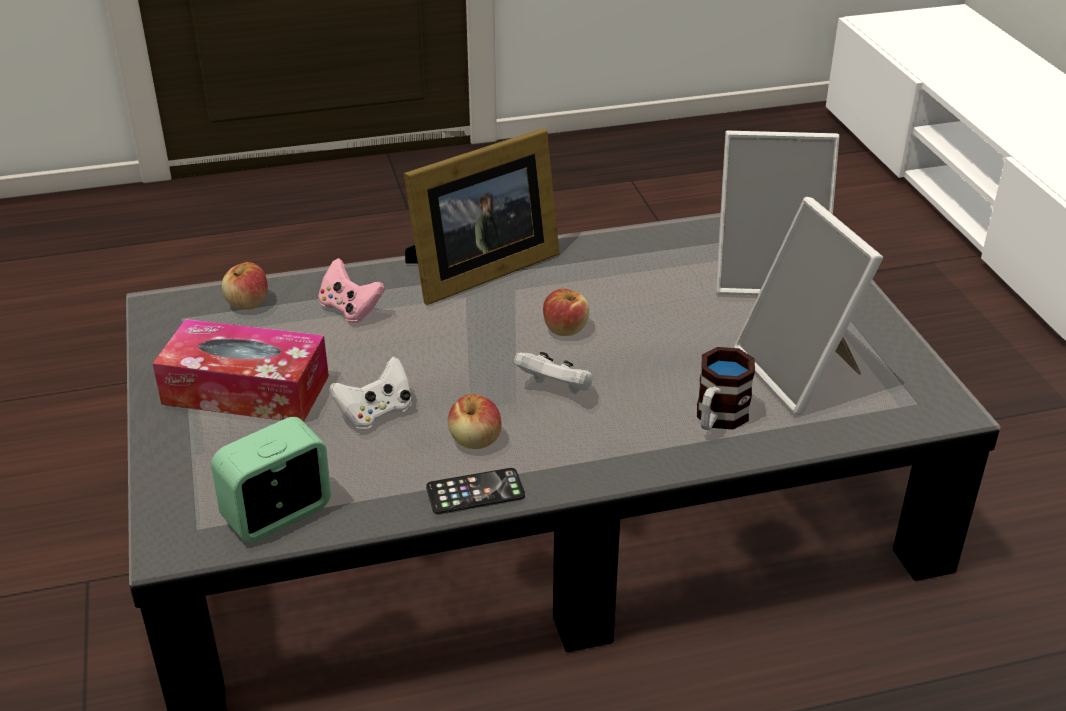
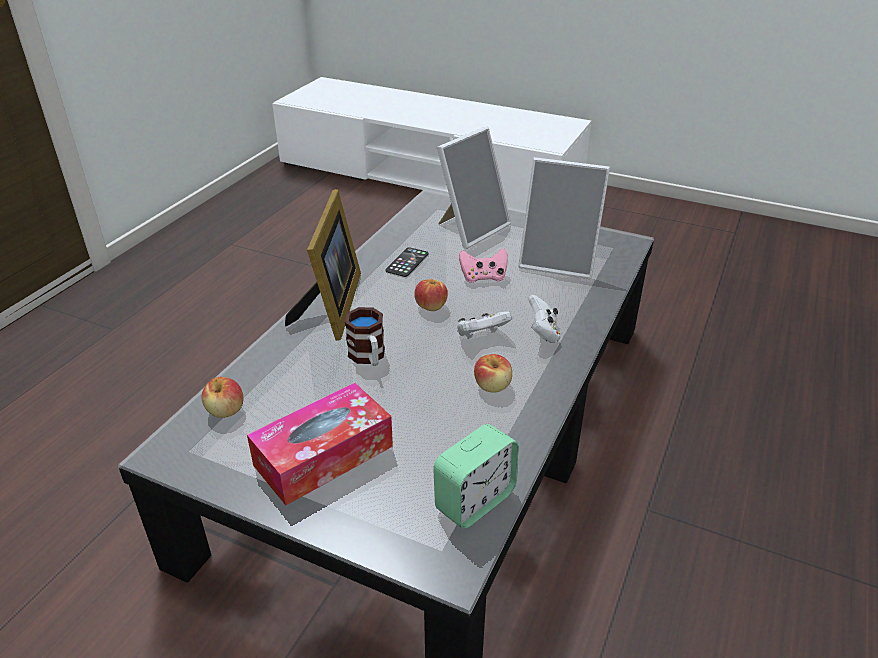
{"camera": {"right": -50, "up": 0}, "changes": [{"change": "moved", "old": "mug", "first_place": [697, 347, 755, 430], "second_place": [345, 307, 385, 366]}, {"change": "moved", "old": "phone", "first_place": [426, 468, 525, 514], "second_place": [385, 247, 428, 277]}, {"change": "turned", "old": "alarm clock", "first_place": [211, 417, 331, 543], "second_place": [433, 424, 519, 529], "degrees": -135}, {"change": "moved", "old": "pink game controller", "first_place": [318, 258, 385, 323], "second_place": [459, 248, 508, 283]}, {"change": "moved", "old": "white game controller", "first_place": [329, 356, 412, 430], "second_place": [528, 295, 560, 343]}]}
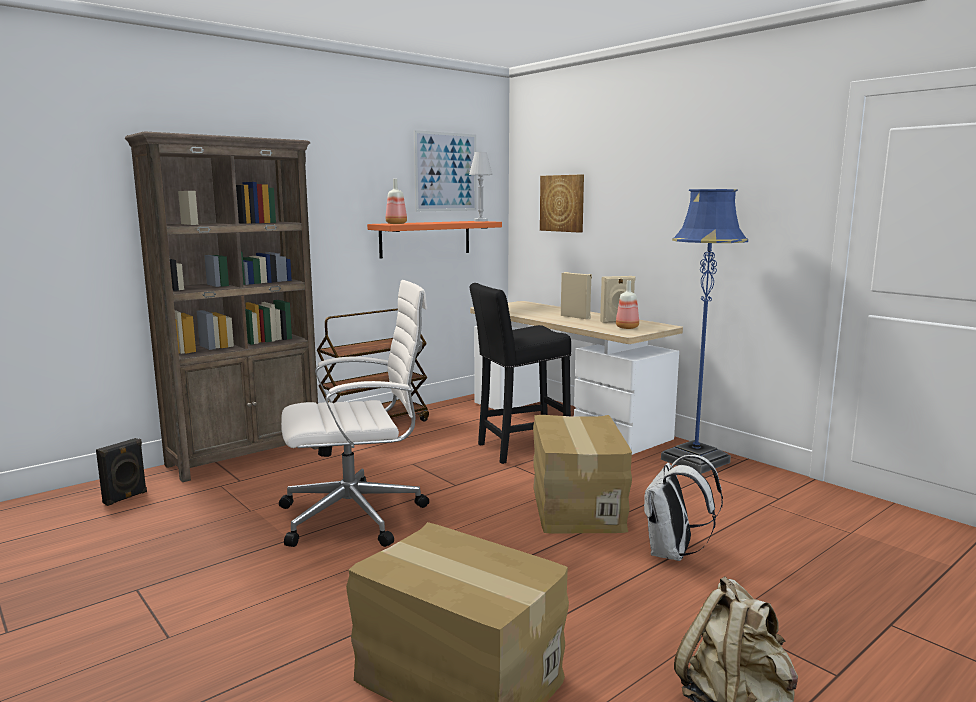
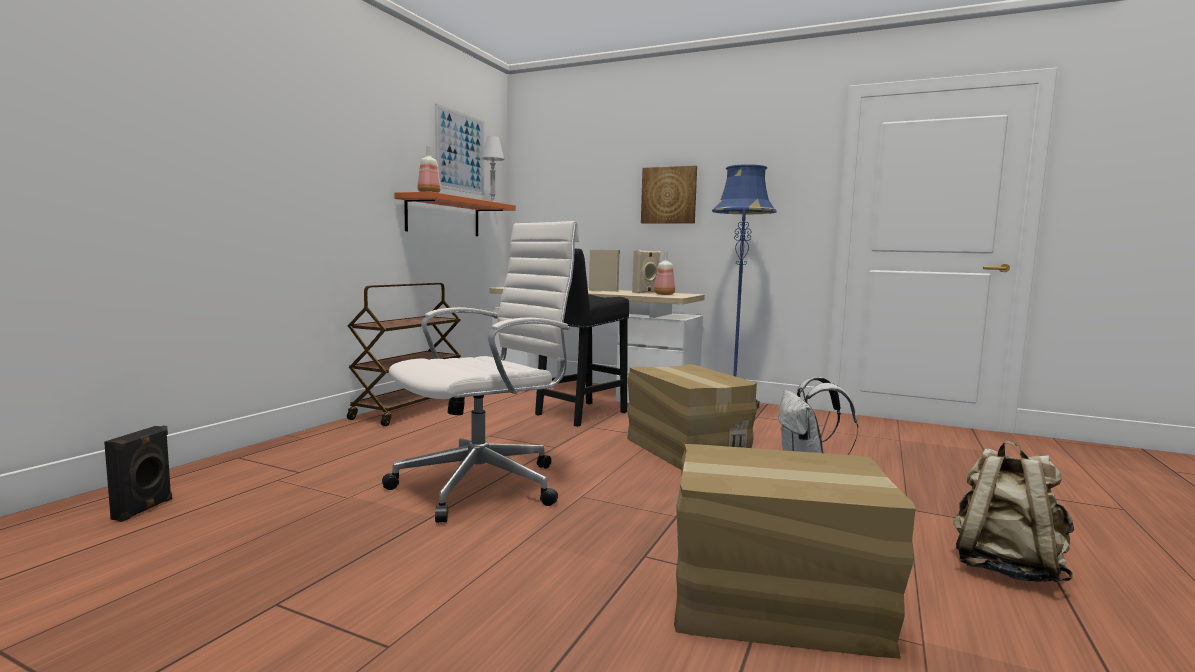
{"camera": {"right": -25, "up": -5}, "changes": [{"change": "moved", "old": "picture", "first_place": [540, 174, 584, 233], "second_place": [641, 165, 697, 223]}, {"change": "removed", "old": "brown bookcase", "first_place": [125, 131, 319, 482]}]}
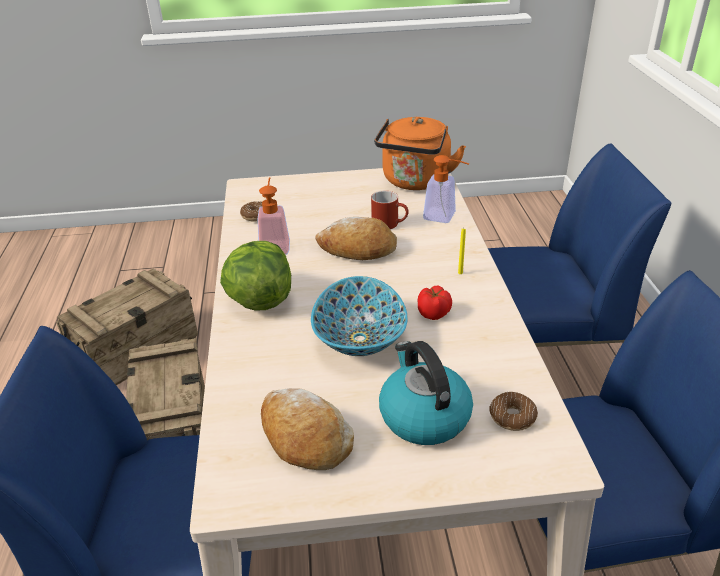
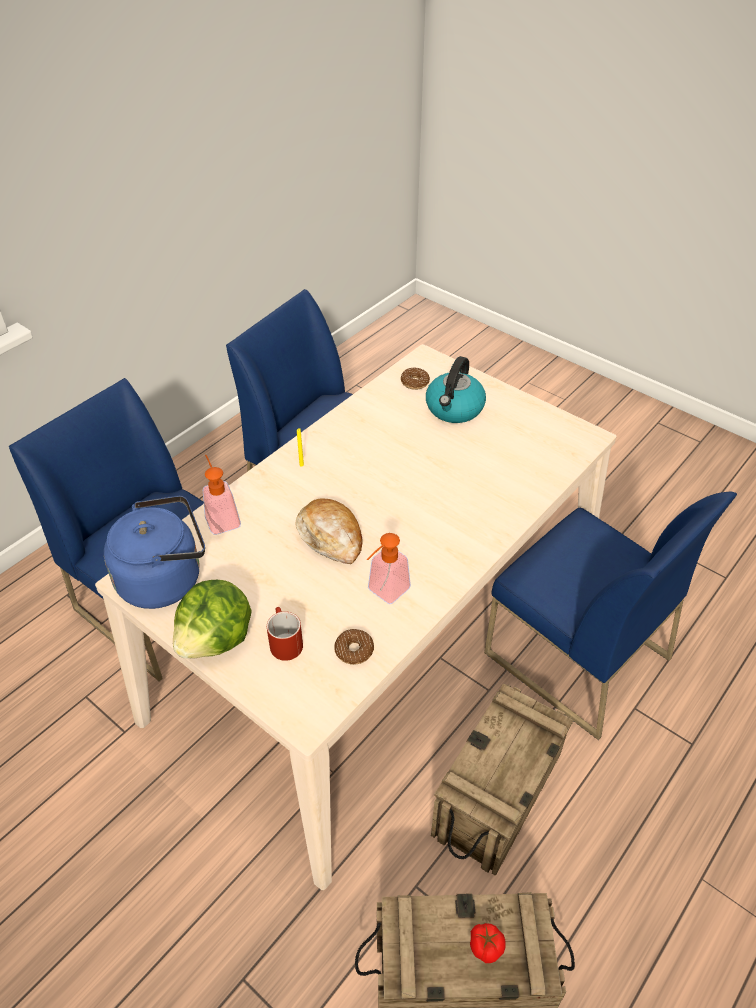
{"camera": {"right": -135, "up": 10}, "changes": [{"change": "recoloured", "old": "orange kettle", "new": "blue kettle", "first_place": [374, 117, 466, 190], "second_place": [104, 495, 205, 609]}, {"change": "moved", "old": "lettuce", "first_place": [220, 241, 291, 311], "second_place": [173, 580, 252, 659]}, {"change": "moved", "old": "red mug", "first_place": [371, 191, 409, 229], "second_place": [267, 607, 303, 661]}, {"change": "moved", "old": "tomato", "first_place": [418, 285, 452, 320], "second_place": [470, 923, 505, 963]}, {"change": "removed", "old": "bread", "first_place": [261, 388, 354, 470]}, {"change": "removed", "old": "bowl", "first_place": [311, 276, 408, 356]}]}
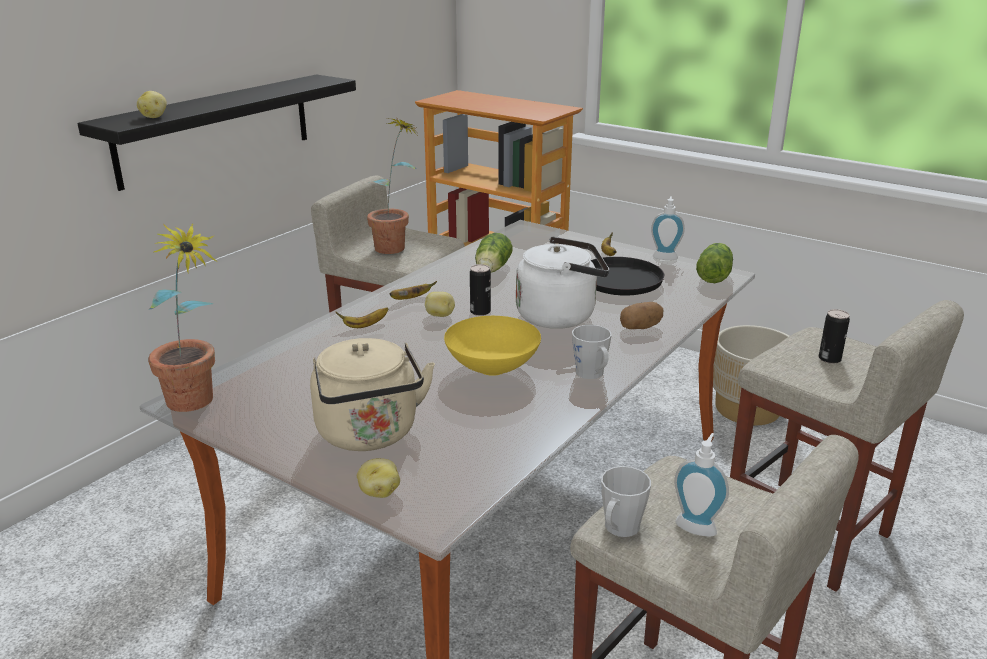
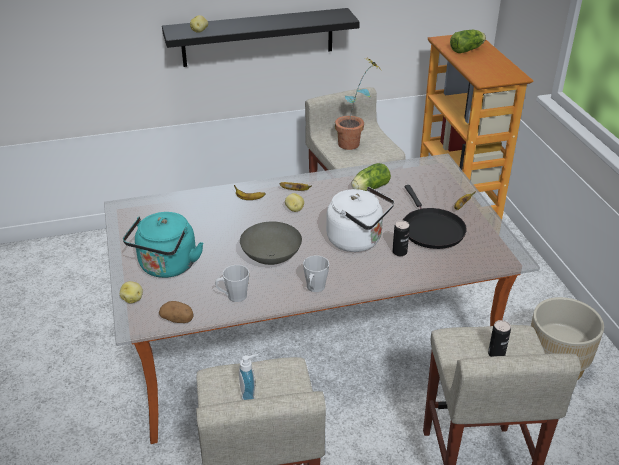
{"camera": {"right": 40, "up": 10}, "changes": [{"change": "recoloured", "old": "beige kettle", "new": "turquoise kettle", "first_place": [310, 338, 435, 451], "second_place": [123, 212, 204, 278]}, {"change": "moved", "old": "potato", "first_place": [620, 302, 663, 329], "second_place": [159, 301, 194, 323]}, {"change": "moved", "old": "grey mug", "first_place": [601, 466, 651, 537], "second_place": [215, 265, 249, 302]}, {"change": "recoloured", "old": "yellow bowl", "new": "grey bowl", "first_place": [444, 316, 541, 376], "second_place": [240, 222, 302, 265]}, {"change": "moved", "old": "can", "first_place": [470, 264, 491, 316], "second_place": [392, 220, 410, 256]}, {"change": "moved", "old": "lettuce", "first_place": [696, 243, 733, 283], "second_place": [450, 30, 486, 53]}, {"change": "removed", "old": "potted plant", "first_place": [148, 223, 217, 412]}, {"change": "removed", "old": "soap dispenser", "first_place": [651, 196, 685, 260]}]}
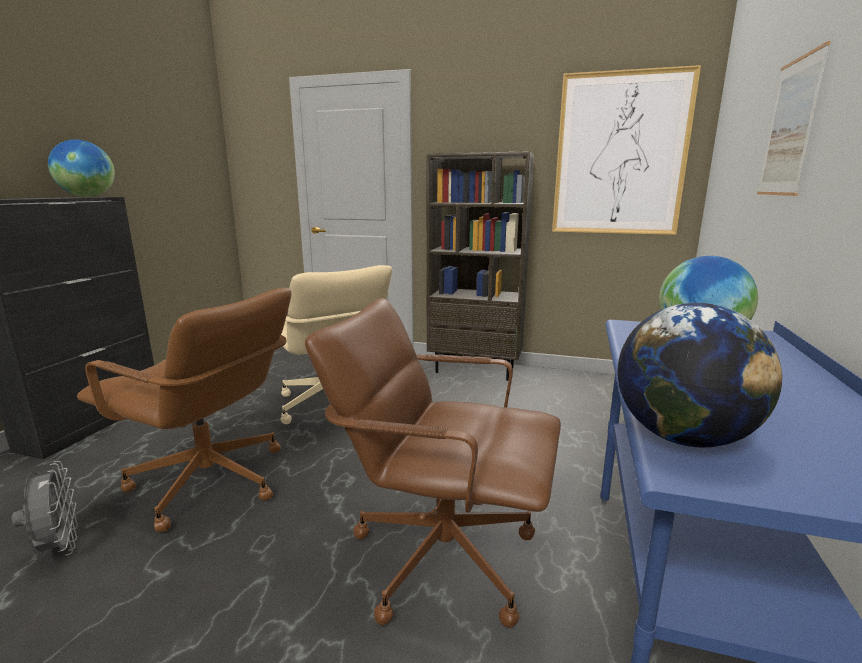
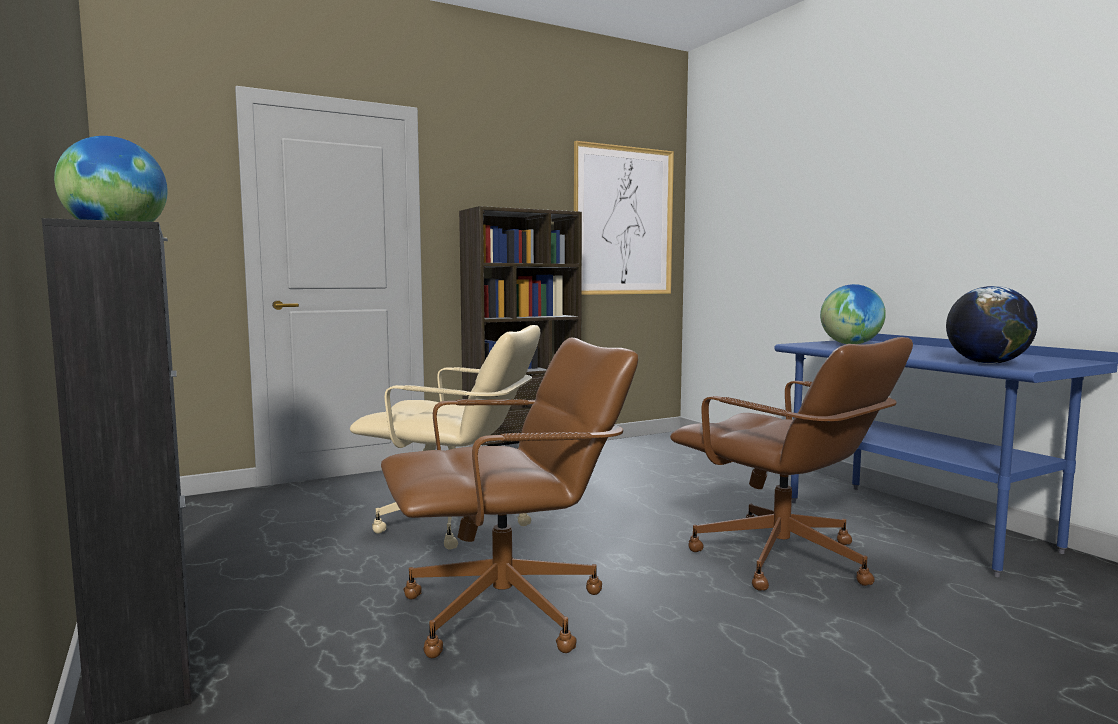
{"camera": {"right": -45, "up": -10}, "changes": [{"change": "turned", "old": "brown office chair", "first_place": [305, 298, 561, 628], "second_place": [670, 337, 913, 591], "degrees": -105}, {"change": "removed", "old": "grey fan", "first_place": [12, 461, 78, 557]}, {"change": "removed", "old": "picture", "first_place": [757, 41, 831, 196]}]}
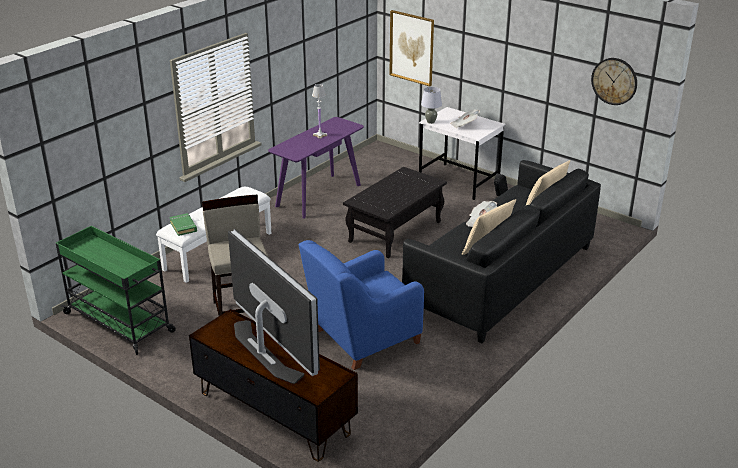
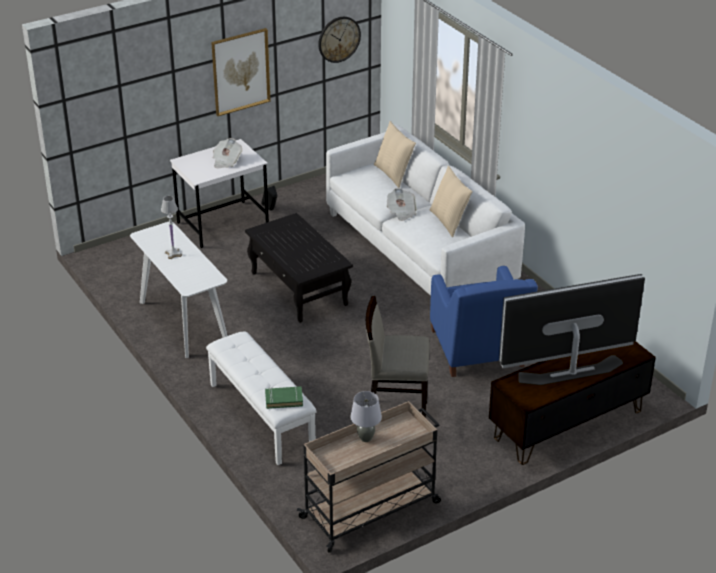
{"camera": {"right": -70, "up": 5}, "changes": [{"change": "recoloured", "old": "purple console table", "new": "white console table", "first_place": [268, 117, 364, 219], "second_place": [130, 222, 228, 358]}, {"change": "moved", "old": "picture", "first_place": [390, 10, 434, 86], "second_place": [211, 28, 271, 116]}, {"change": "recoloured", "old": "green cart", "new": "beige cart", "first_place": [56, 226, 176, 355], "second_place": [297, 401, 441, 553]}, {"change": "recoloured", "old": "black sofa", "new": "white sofa", "first_place": [402, 160, 601, 343], "second_place": [326, 124, 525, 296]}, {"change": "moved", "old": "grey table lamp", "first_place": [421, 87, 442, 124], "second_place": [350, 391, 382, 442]}]}
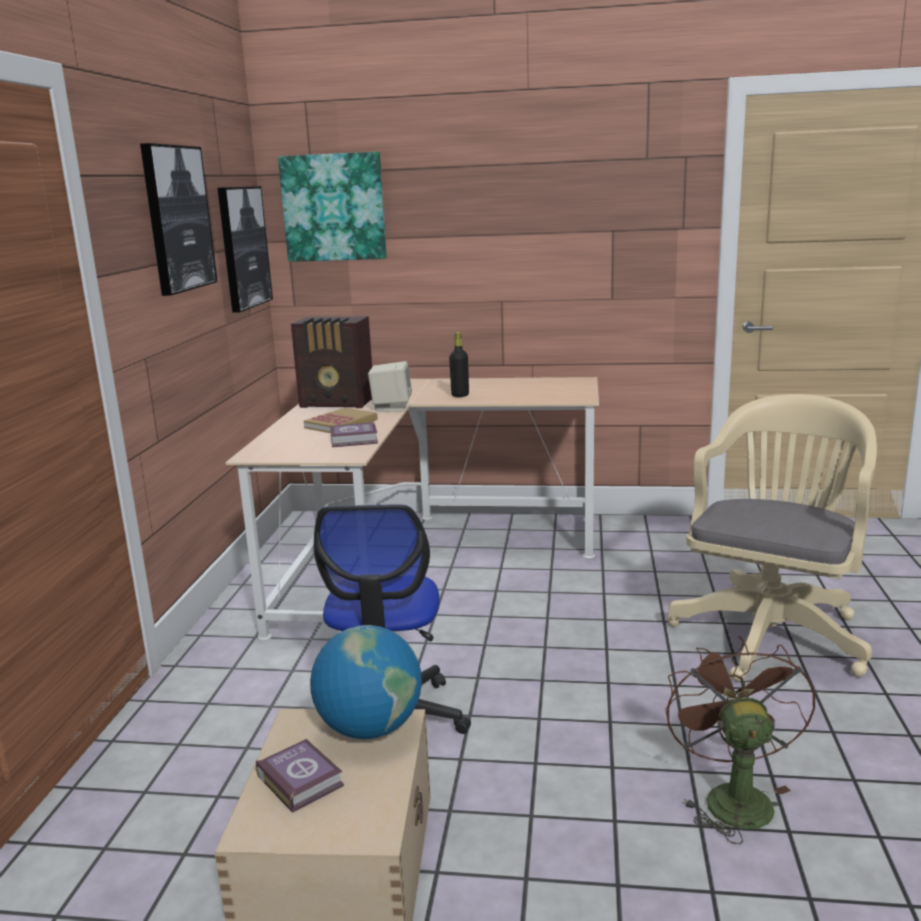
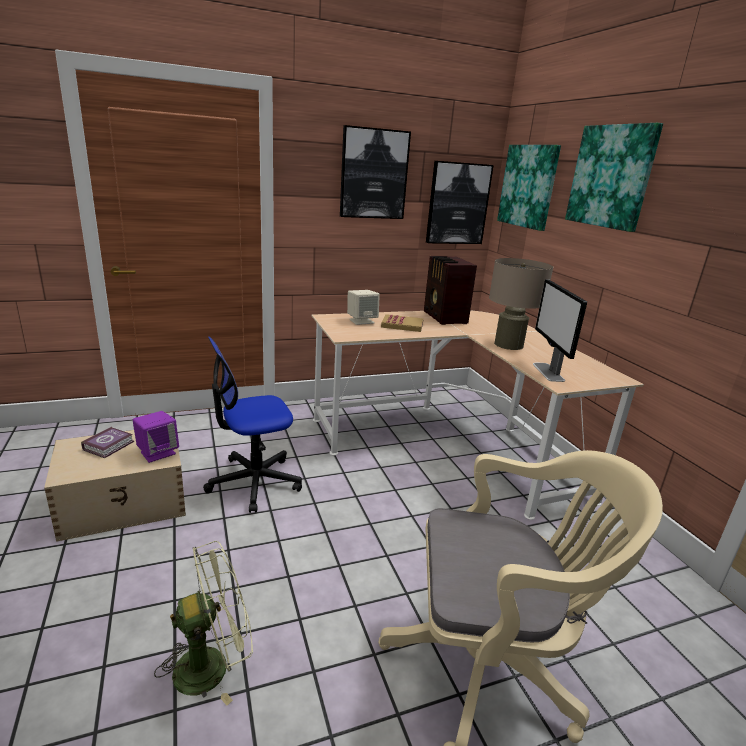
{"camera": {"right": 60, "up": 5}, "changes": [{"change": "replaced", "old": "globe", "new": "purple speaker", "first_place": [310, 625, 422, 739], "second_place": [133, 411, 179, 463]}, {"change": "recoloured", "old": "brown fan", "new": "green fan", "first_place": [666, 636, 815, 844], "second_place": [154, 541, 253, 705]}, {"change": "moved", "old": "beige speaker", "first_place": [368, 361, 412, 412], "second_place": [347, 290, 380, 325]}, {"change": "replaced", "old": "black bottle", "new": "beige table lamp", "first_place": [449, 332, 469, 397], "second_place": [489, 258, 553, 350]}, {"change": "added", "new": "monitor", "second_place": [533, 279, 587, 382]}, {"change": "added", "new": "picture", "second_place": [565, 123, 663, 232]}, {"change": "removed", "old": "book", "first_place": [330, 422, 378, 447]}]}
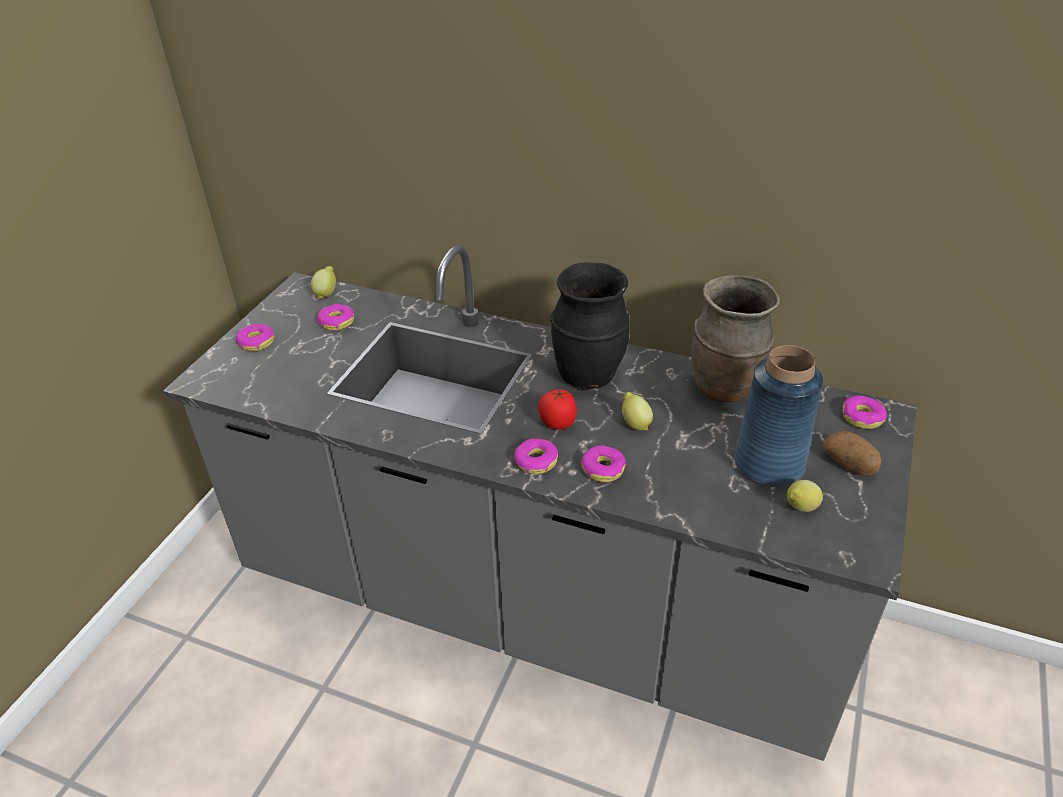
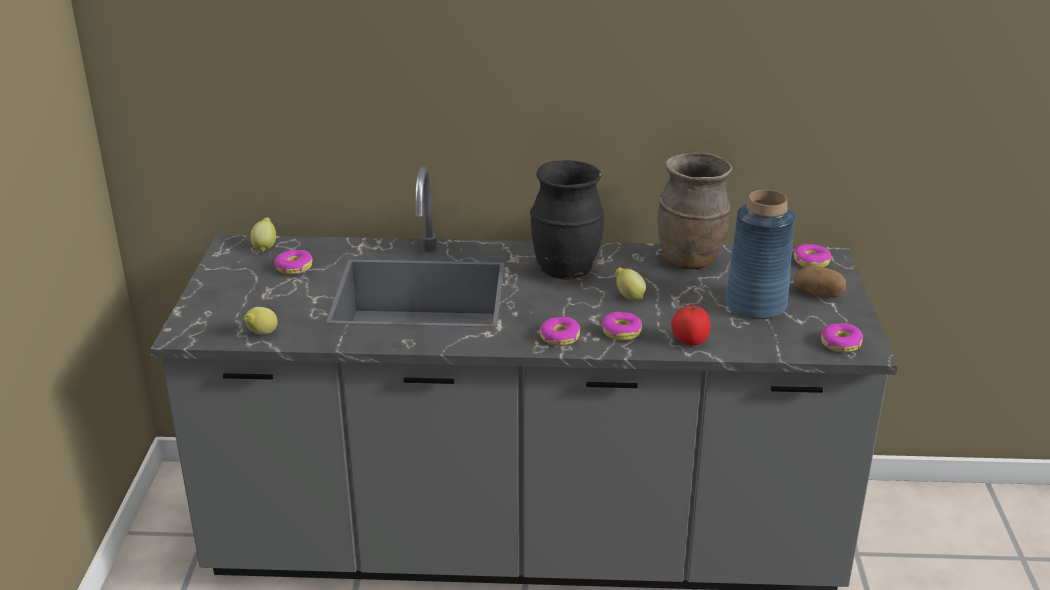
{"camera": {"right": -20, "up": -10}, "changes": [{"change": "moved", "old": "lemon", "first_place": [787, 480, 823, 512], "second_place": [244, 307, 278, 335]}, {"change": "moved", "old": "tomato", "first_place": [538, 388, 577, 430], "second_place": [671, 305, 711, 346]}, {"change": "moved", "old": "donut", "first_place": [236, 324, 274, 351], "second_place": [821, 323, 863, 353]}]}
